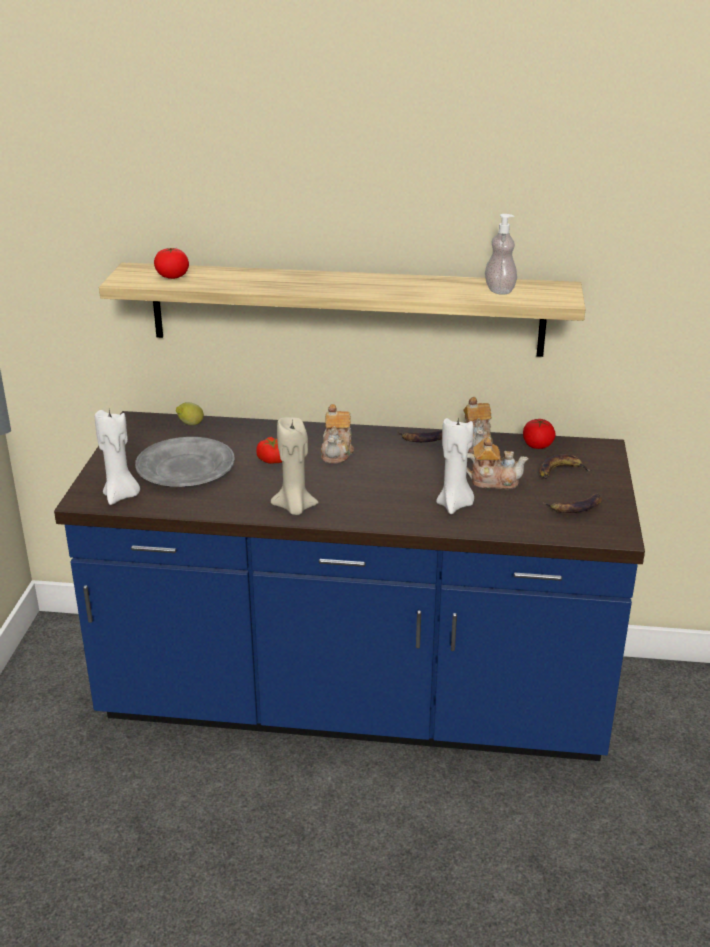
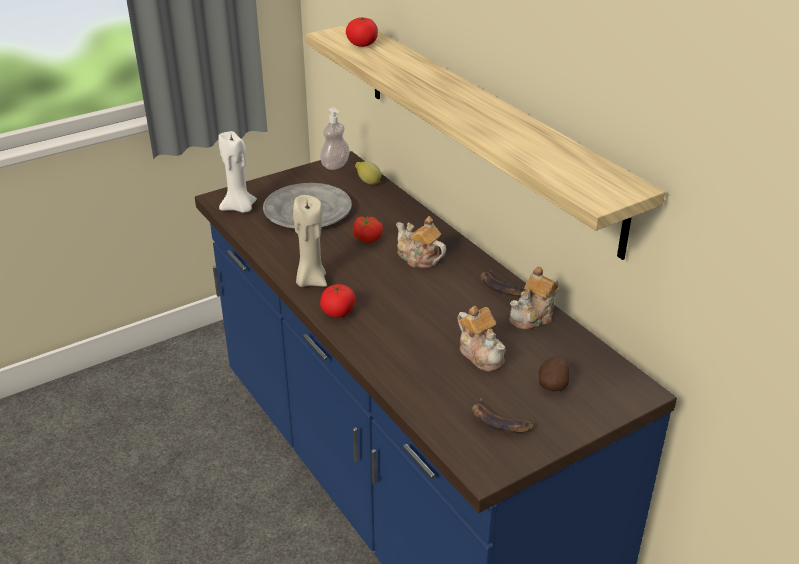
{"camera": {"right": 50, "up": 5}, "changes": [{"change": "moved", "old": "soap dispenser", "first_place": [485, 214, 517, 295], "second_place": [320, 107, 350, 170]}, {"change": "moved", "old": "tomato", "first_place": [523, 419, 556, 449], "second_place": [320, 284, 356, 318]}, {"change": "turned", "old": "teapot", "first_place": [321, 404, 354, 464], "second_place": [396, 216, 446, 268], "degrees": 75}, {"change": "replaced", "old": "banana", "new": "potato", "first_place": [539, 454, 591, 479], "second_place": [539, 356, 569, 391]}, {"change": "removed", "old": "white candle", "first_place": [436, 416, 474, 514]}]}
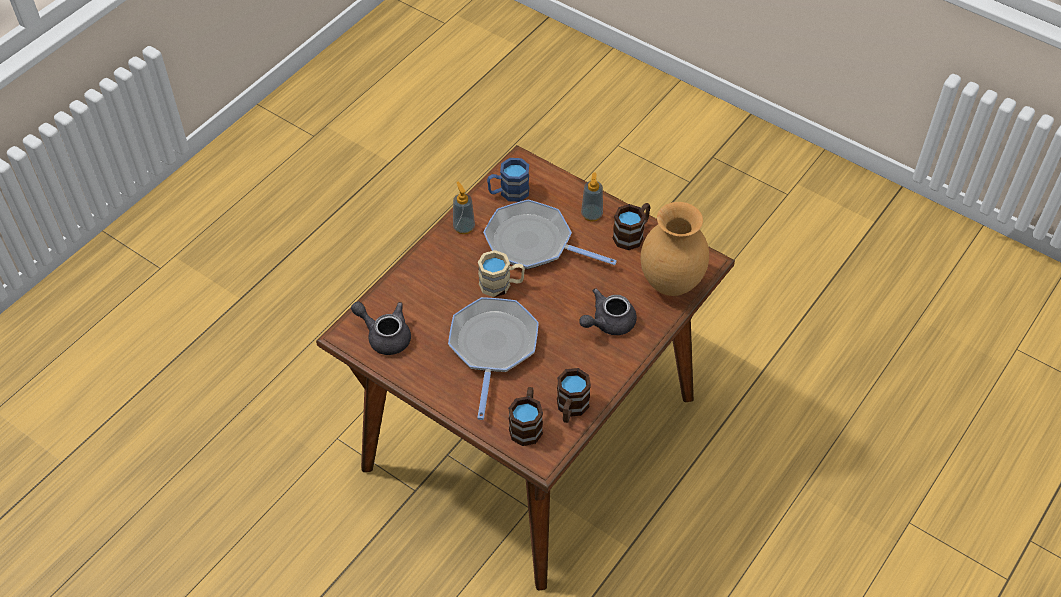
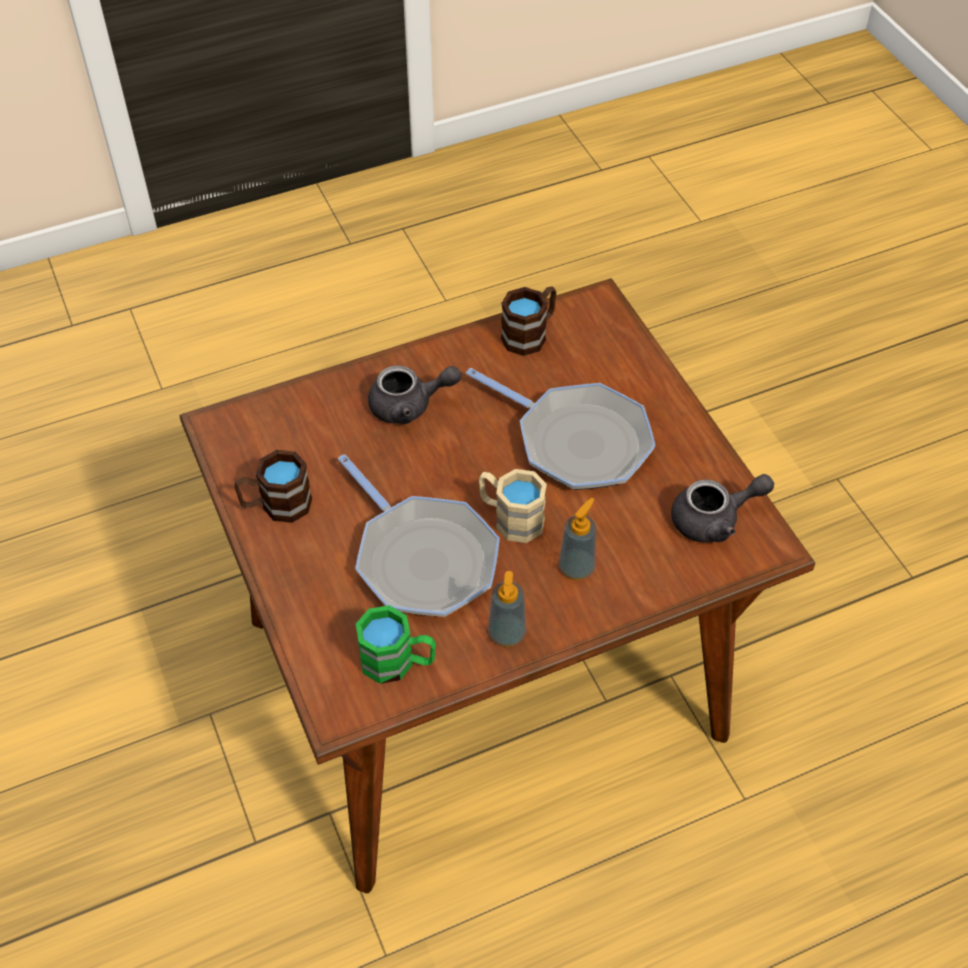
{"camera": {"right": -150, "up": 0}, "changes": [{"change": "recoloured", "old": "blue mug", "new": "green mug", "first_place": [487, 158, 529, 202], "second_place": [356, 605, 436, 684]}, {"change": "turned", "old": "frying pan", "first_place": [448, 297, 539, 420], "second_place": [466, 368, 656, 490], "degrees": -90}, {"change": "moved", "old": "soap dispenser", "first_place": [581, 172, 603, 221], "second_place": [559, 498, 596, 580]}, {"change": "turned", "old": "grey teapot", "first_place": [351, 301, 411, 355], "second_place": [671, 474, 774, 542], "degrees": -75}, {"change": "removed", "old": "brown mug", "first_place": [508, 387, 543, 446]}, {"change": "removed", "old": "brown vase", "first_place": [641, 202, 709, 296]}]}
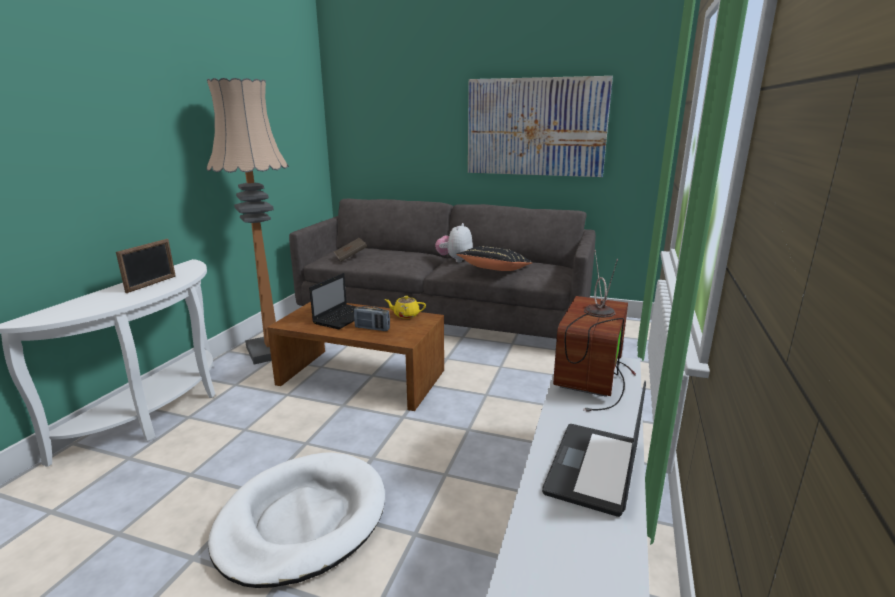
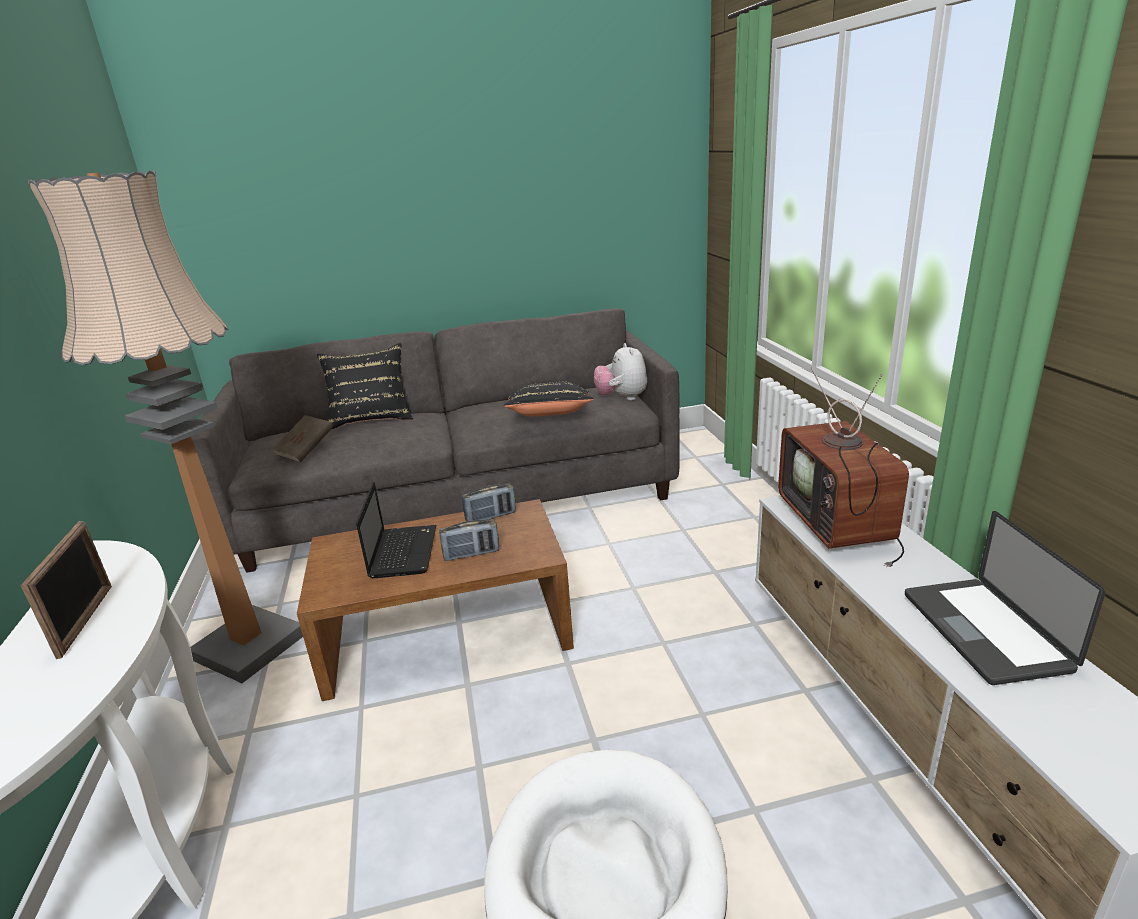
{"camera": {"right": -30, "up": 5}, "changes": [{"change": "added", "new": "black pillow", "second_place": [317, 343, 413, 430]}, {"change": "replaced", "old": "yellow teapot", "new": "radio", "first_place": [384, 296, 426, 319], "second_place": [462, 483, 516, 521]}, {"change": "moved", "old": "plush toy", "first_place": [435, 223, 473, 262], "second_place": [594, 343, 647, 400]}, {"change": "removed", "old": "picture", "first_place": [468, 76, 613, 177]}]}
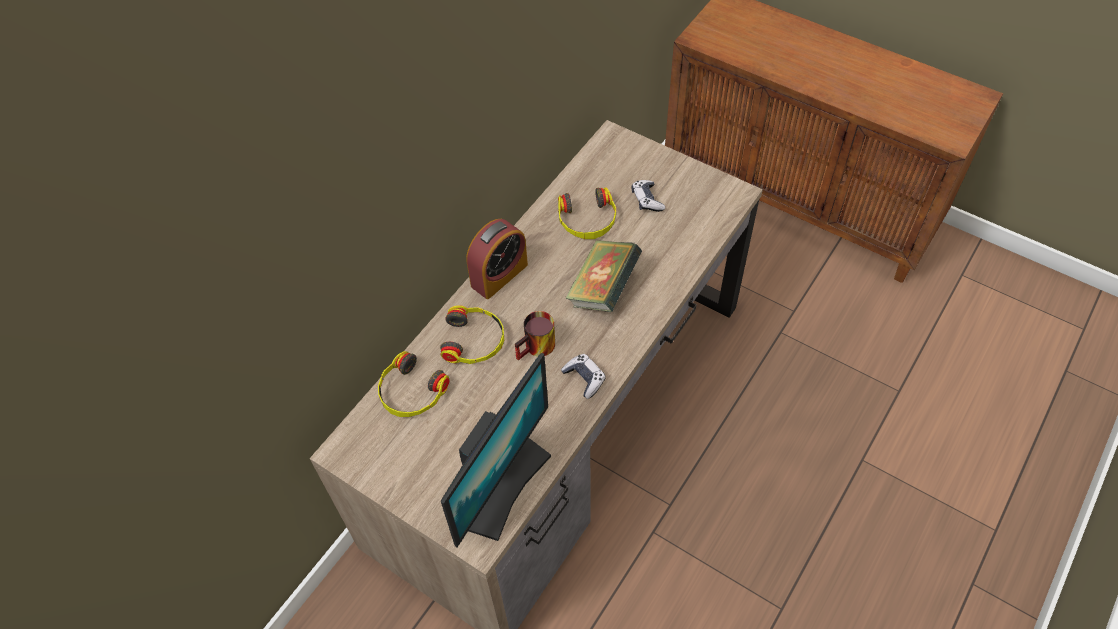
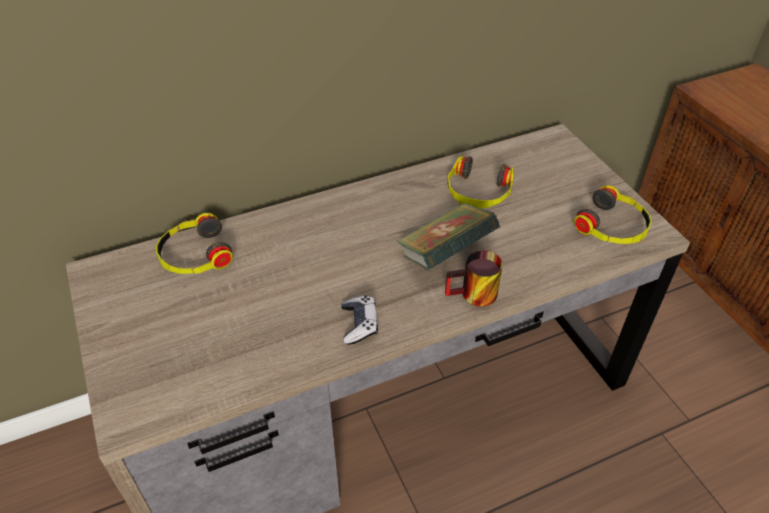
{"camera": {"right": 30, "up": -10}, "changes": [{"change": "moved", "old": "mug", "first_place": [515, 311, 555, 360], "second_place": [445, 250, 503, 307]}, {"change": "moved", "old": "headphones", "first_place": [440, 305, 504, 364], "second_place": [574, 185, 652, 244]}, {"change": "removed", "old": "monitor", "first_place": [441, 353, 551, 547]}, {"change": "removed", "old": "alarm clock", "first_place": [466, 219, 528, 299]}, {"change": "removed", "old": "game controller", "first_place": [632, 180, 665, 212]}]}
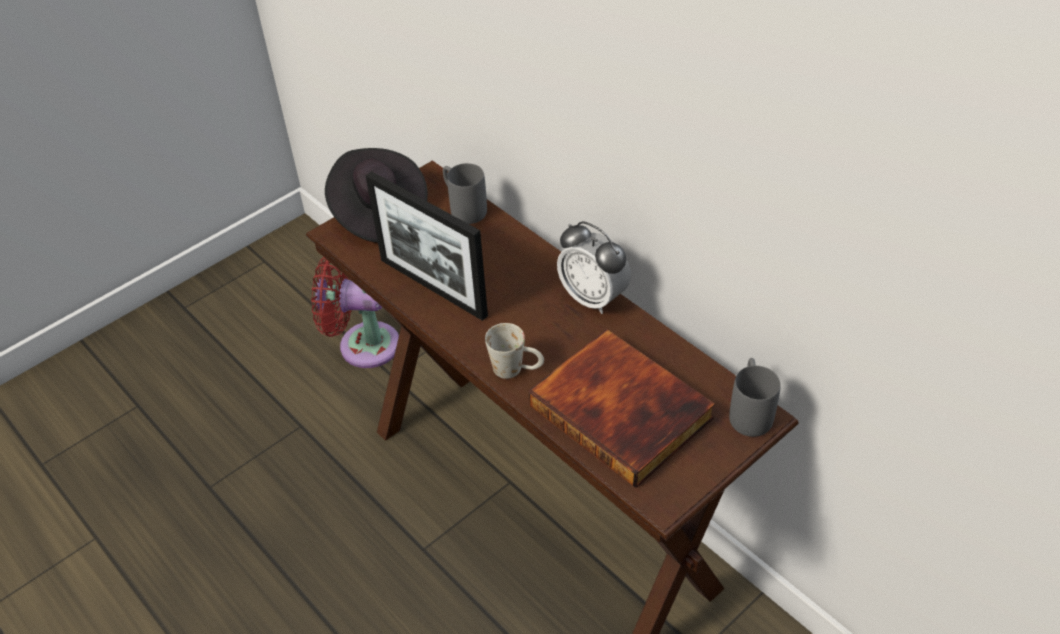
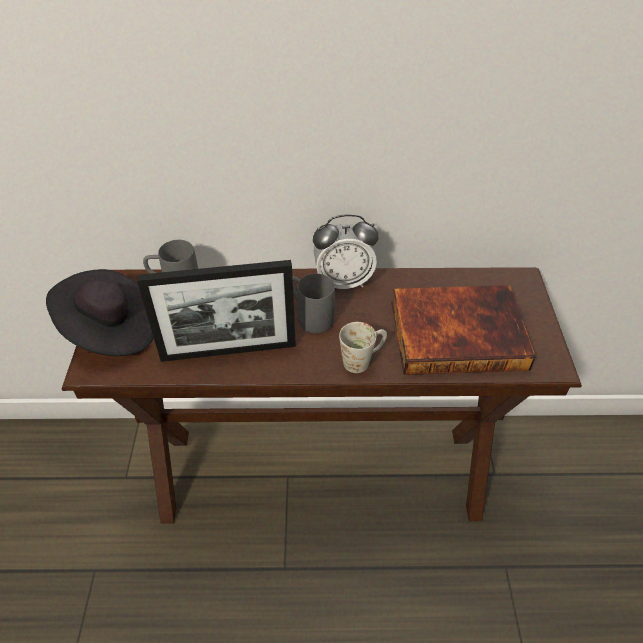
{"camera": {"right": -50, "up": 0}, "changes": [{"change": "moved", "old": "grey mug", "first_place": [729, 358, 781, 437], "second_place": [292, 274, 335, 333]}, {"change": "removed", "old": "red fan", "first_place": [311, 257, 399, 368]}]}
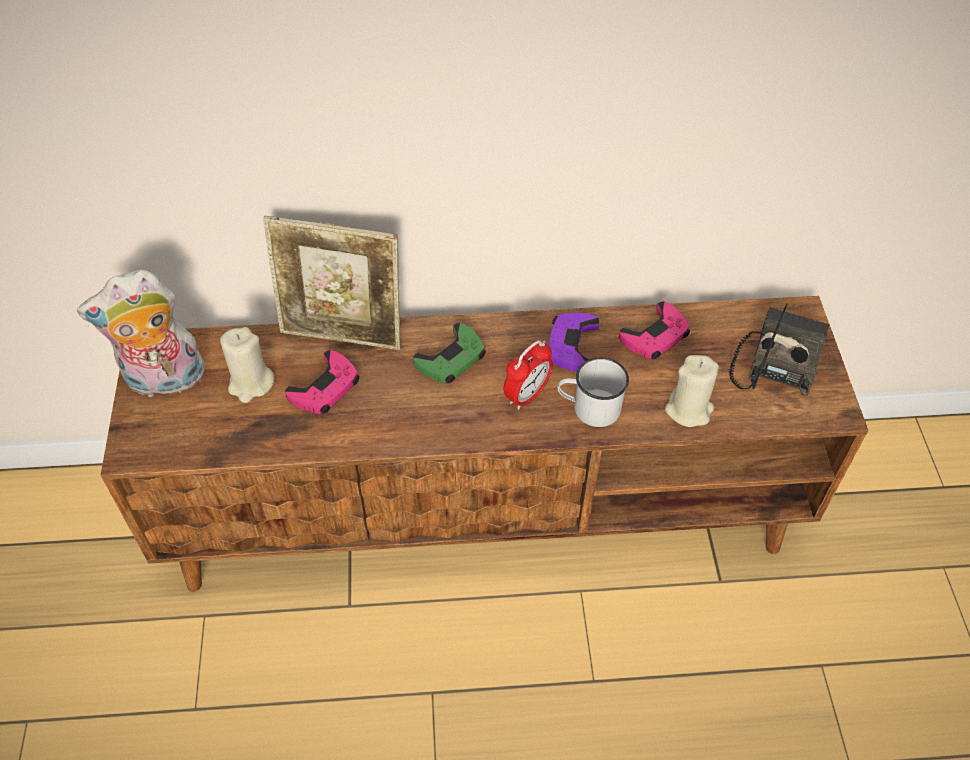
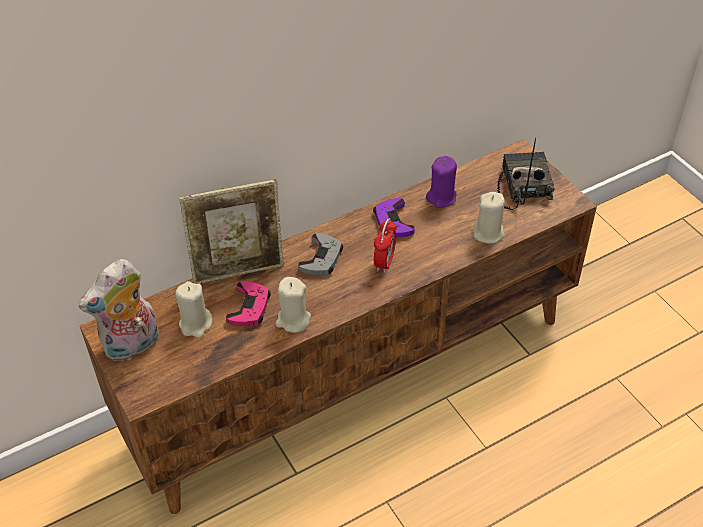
{"camera": {"right": -25, "up": -5}, "changes": [{"change": "added", "new": "beige candle", "second_place": [276, 277, 311, 333]}, {"change": "recoloured", "old": "green game controller", "new": "grey game controller", "first_place": [413, 323, 486, 384], "second_place": [298, 233, 343, 275]}, {"change": "replaced", "old": "pink game controller", "new": "purple candle", "first_place": [619, 301, 690, 359], "second_place": [426, 156, 457, 208]}, {"change": "removed", "old": "white mug", "first_place": [557, 357, 629, 427]}]}
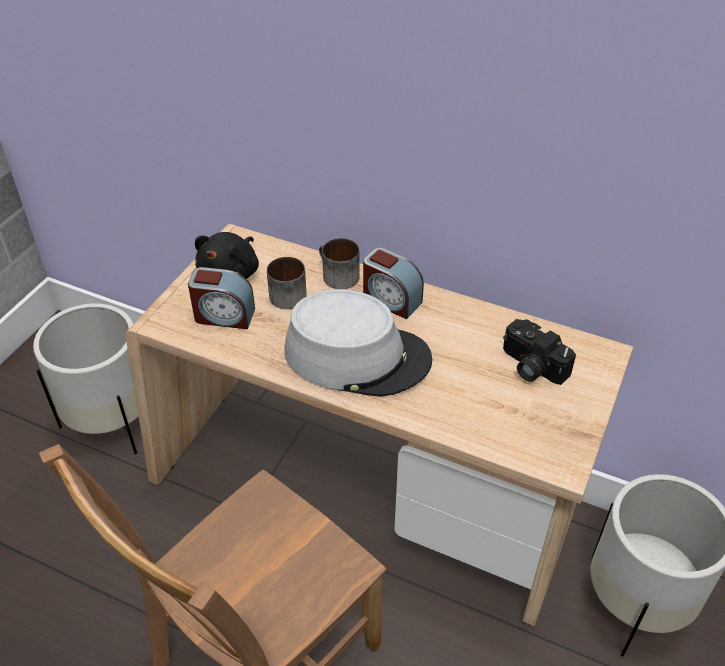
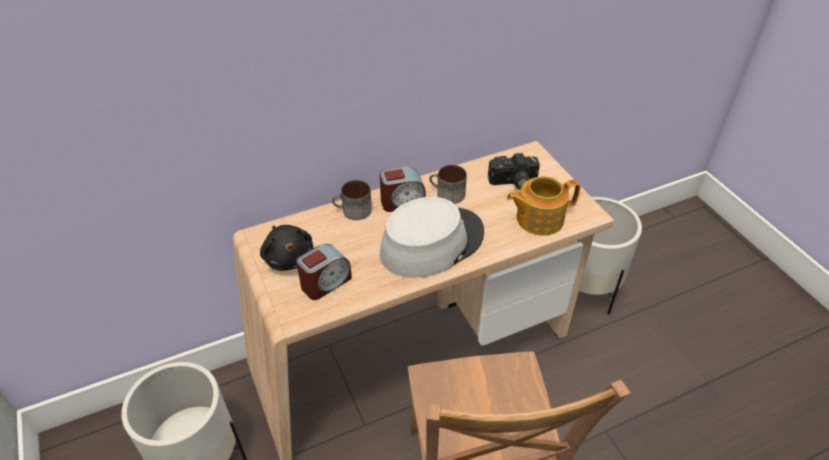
{"camera": {"right": -50, "up": 0}, "changes": [{"change": "moved", "old": "mug", "first_place": [267, 257, 307, 309], "second_place": [429, 165, 467, 204]}, {"change": "added", "new": "teapot", "second_place": [507, 176, 581, 235]}]}
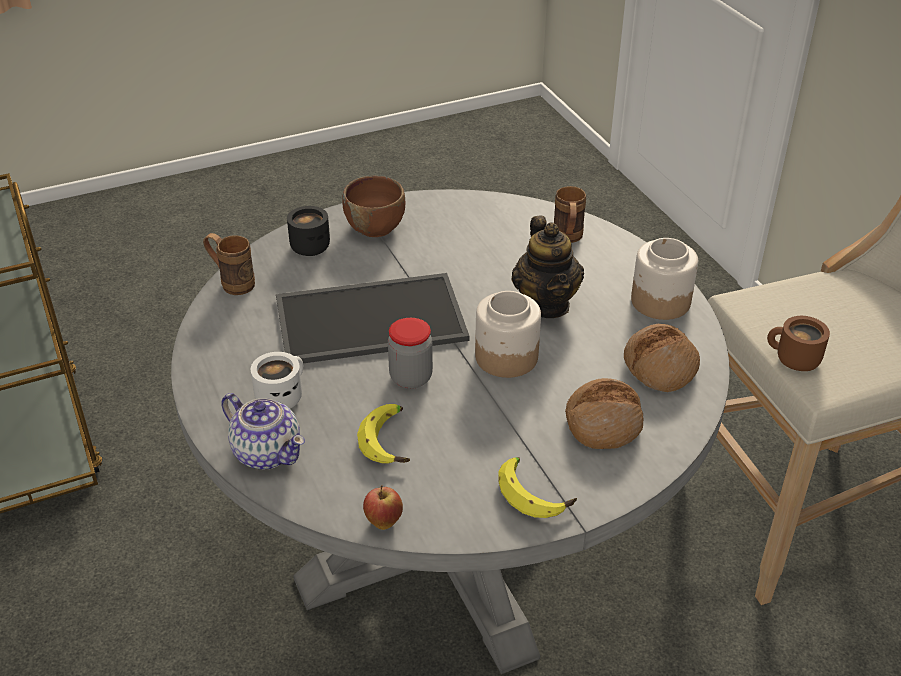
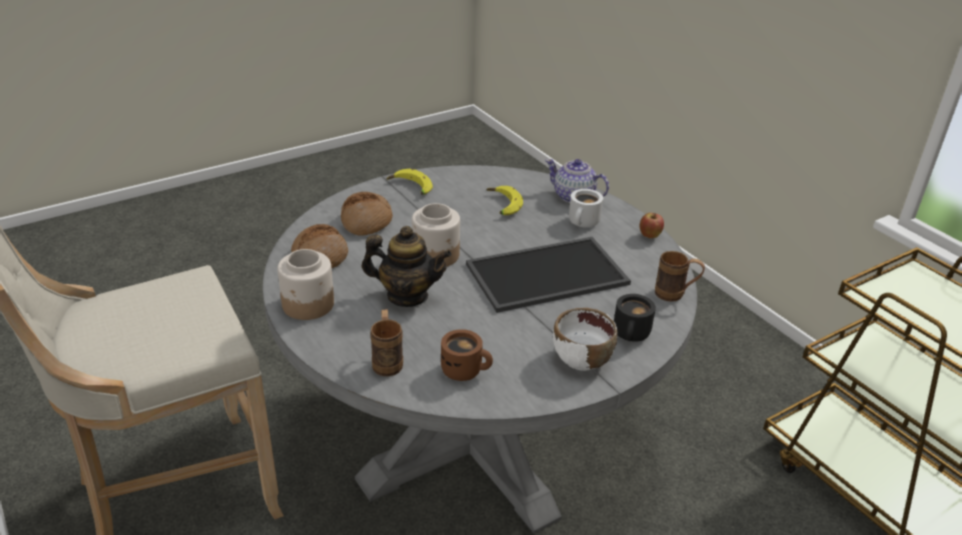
{"camera": {"right": 170, "up": -5}, "changes": [{"change": "turned", "old": "teapot", "first_place": [511, 216, 584, 318], "second_place": [362, 226, 452, 307], "degrees": 120}, {"change": "moved", "old": "brown mug", "first_place": [767, 316, 830, 371], "second_place": [441, 329, 493, 381]}, {"change": "recoloured", "old": "brown bowl", "new": "white bowl", "first_place": [342, 176, 405, 237], "second_place": [553, 308, 618, 371]}, {"change": "moved", "old": "apple", "first_place": [363, 485, 403, 530], "second_place": [640, 213, 664, 238]}, {"change": "removed", "old": "jar", "first_place": [388, 318, 433, 389]}]}
